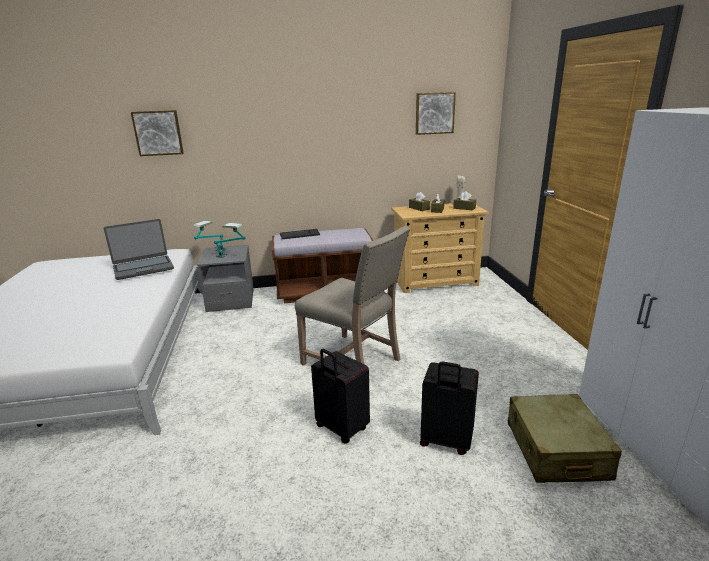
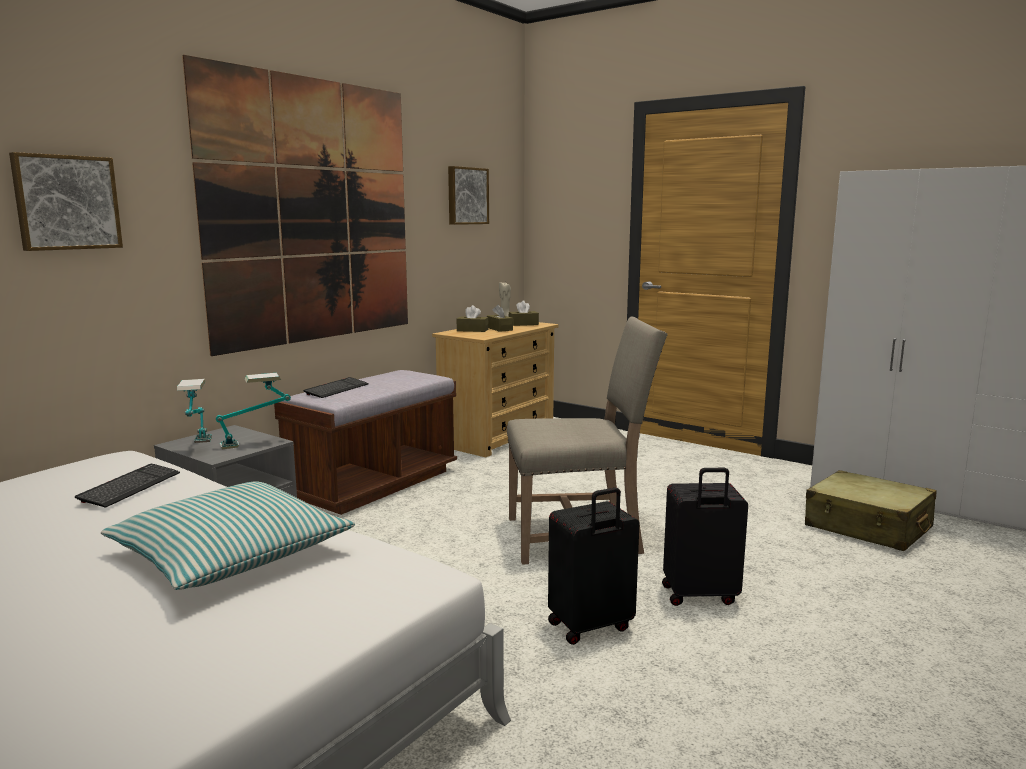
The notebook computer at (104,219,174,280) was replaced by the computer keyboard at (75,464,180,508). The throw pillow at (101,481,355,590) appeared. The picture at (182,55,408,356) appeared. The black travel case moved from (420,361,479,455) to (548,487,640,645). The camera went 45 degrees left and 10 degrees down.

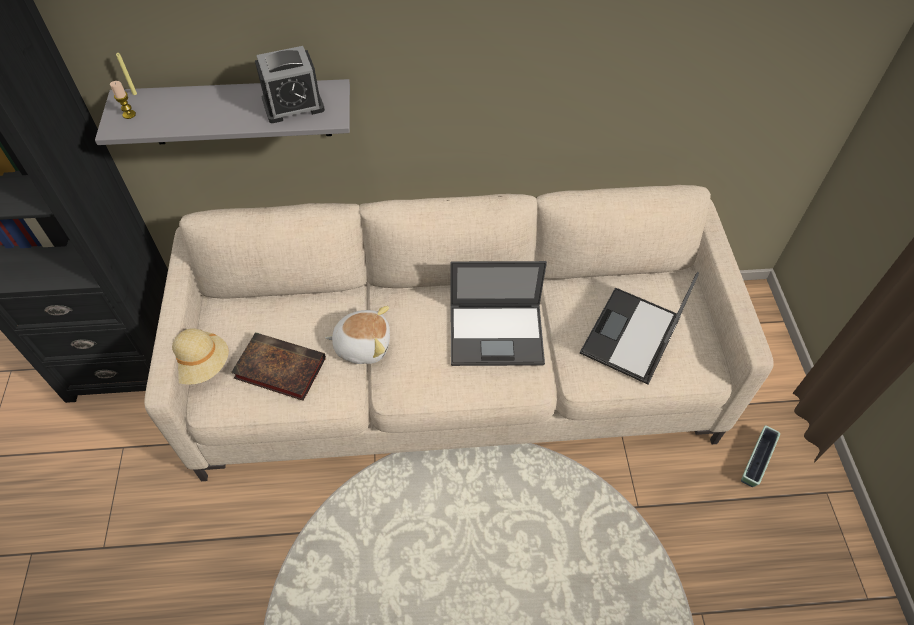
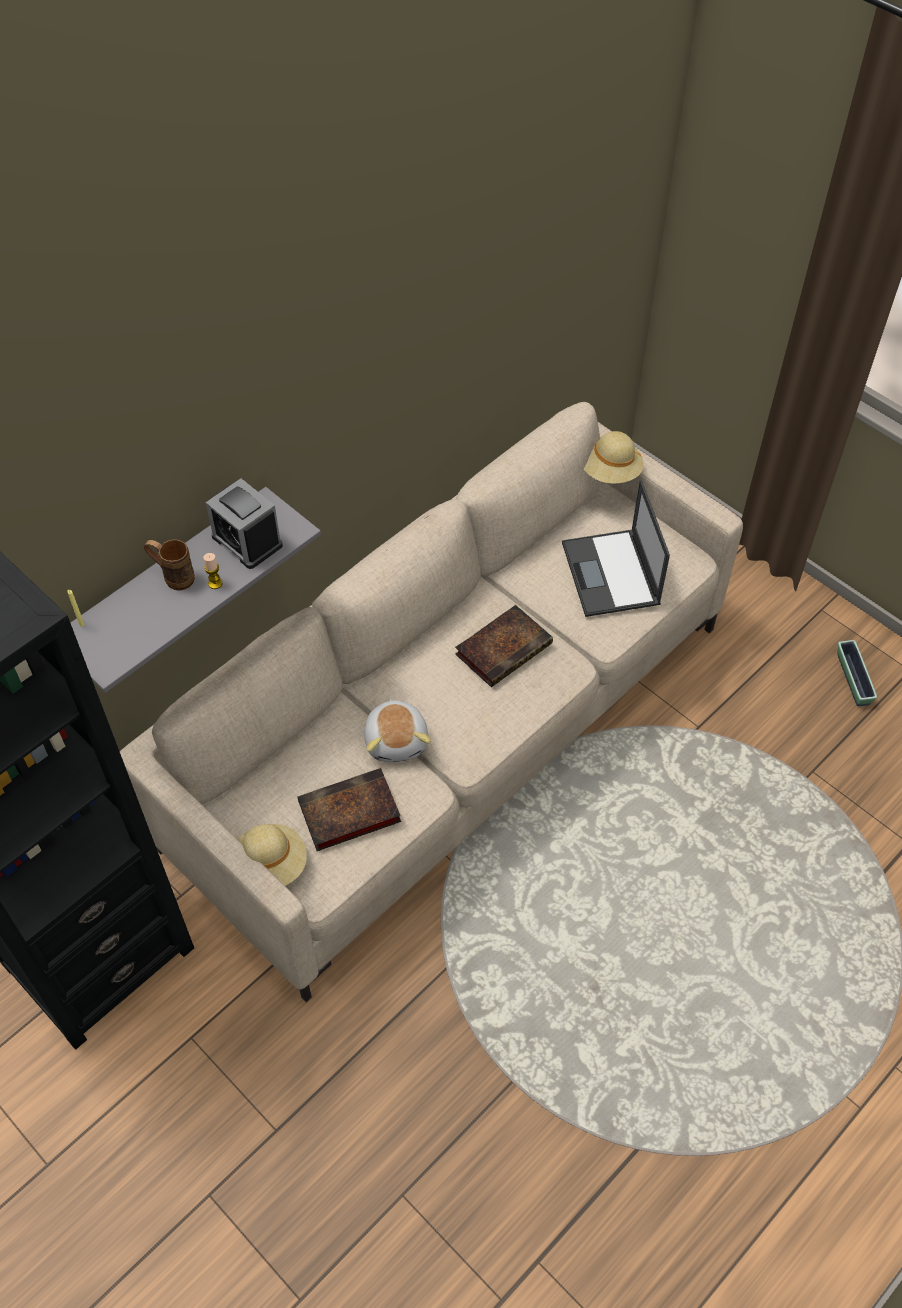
The brownish tea mug at (144,539,195,590) appeared. The candle moved from (110,81,136,119) to (203,553,223,589). The alarm clock at (255,46,325,123) turned 105 degrees clockwise. The soft toy at (325,306,390,364) turned 120 degrees clockwise. The notebook computer at (451,261,547,366) was replaced by the book at (455,605,553,687). The beige-coloured clothing hat at (584,431,644,484) appeared. The planter moved from (741,425,780,487) to (837,640,877,706). The camera went 40 degrees left and 0 degrees up.

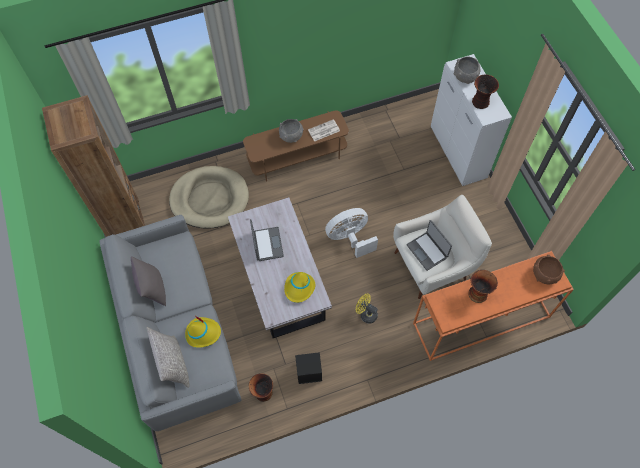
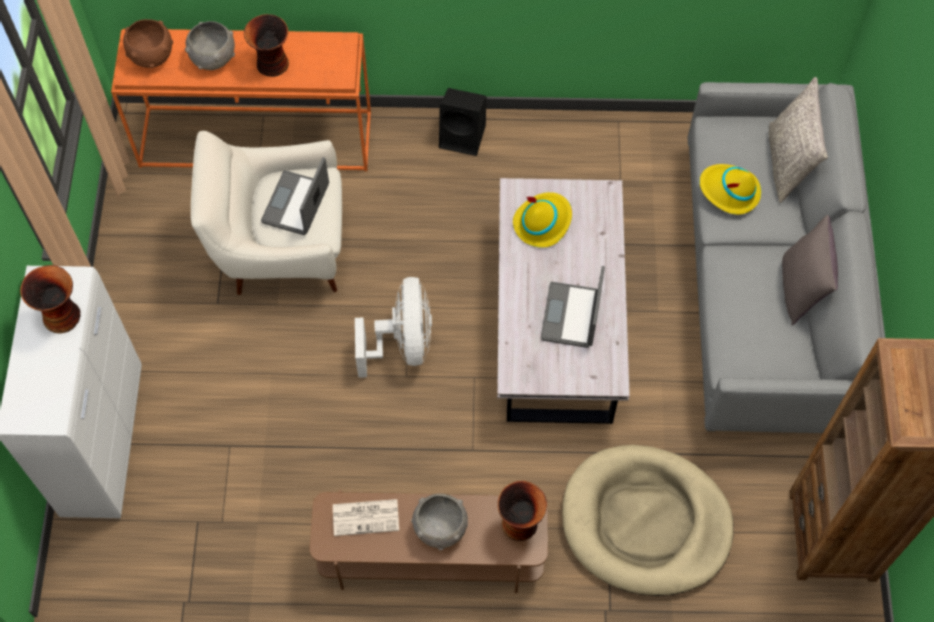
The gray deep dish moved from (453,56,480,84) to (185,21,235,70). The notebook computer at (406,220,452,271) turned 150 degrees counterclockwise. The whitish fan at (325,208,378,258) turned 90 degrees counterclockwise. The black speaker moved from (295,352,322,384) to (439,88,486,156). The vase moved from (249,373,273,402) to (498,481,547,541). The yellowish fan at (356,294,378,324) disappeared. The camera went 160 degrees left and 0 degrees up.

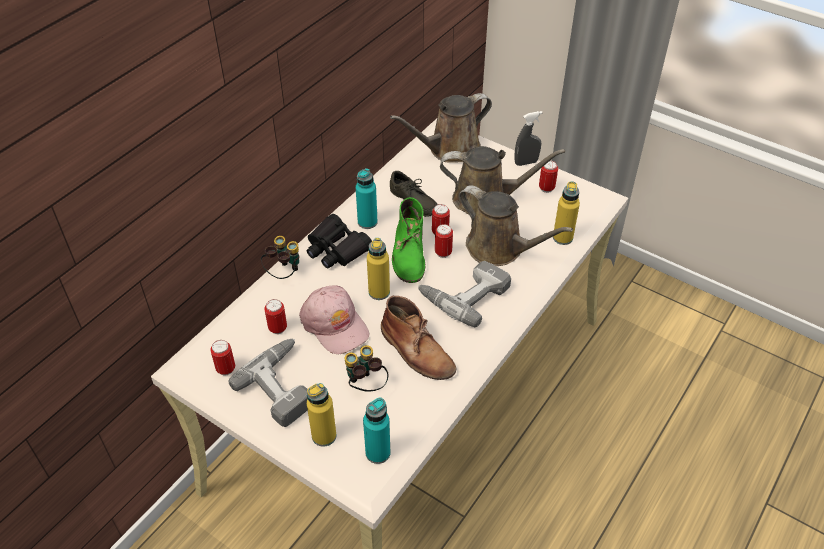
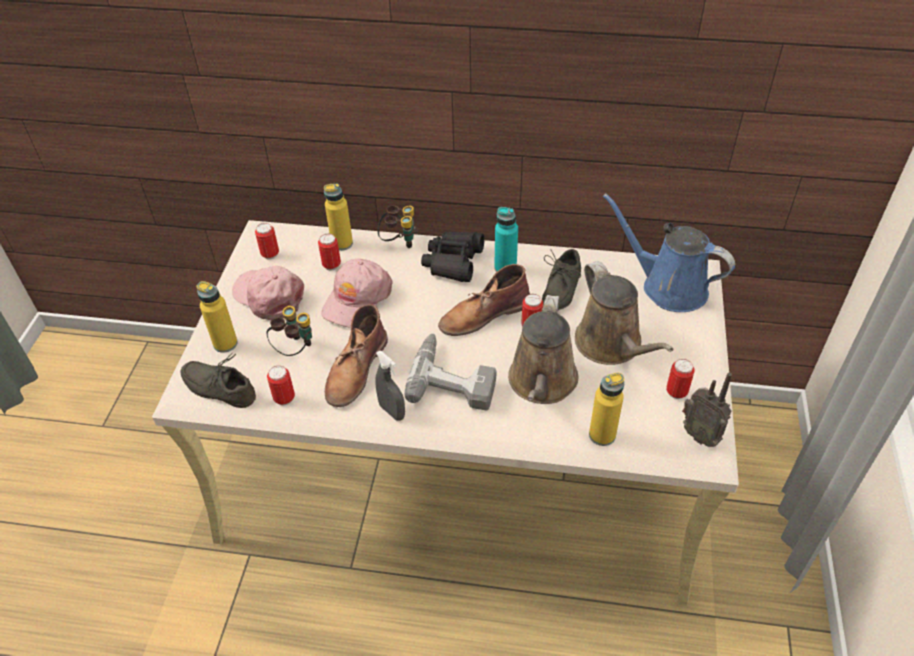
The turquoise drink bottle at (363,398,391,464) was replaced by the gray low shoe at (181,352,256,408). The drill at (228,339,308,427) was replaced by the pink baseball cap at (232,266,304,320). The can moved from (435,224,453,258) to (267,366,295,405). The yellowish drink bottle moved from (367,238,390,300) to (324,183,353,251). The gray sprayer moved from (514,111,542,166) to (375,351,405,421). The greenish high-top boot at (392,197,425,283) became the brownish high-top boot at (438,264,530,336). The brownish sprinkling can at (390,93,492,163) became the blue-coloured sprinkling can at (603,193,735,312). The radio receiver at (682,373,732,447) appeared. The camera went 65 degrees right and 0 degrees up.

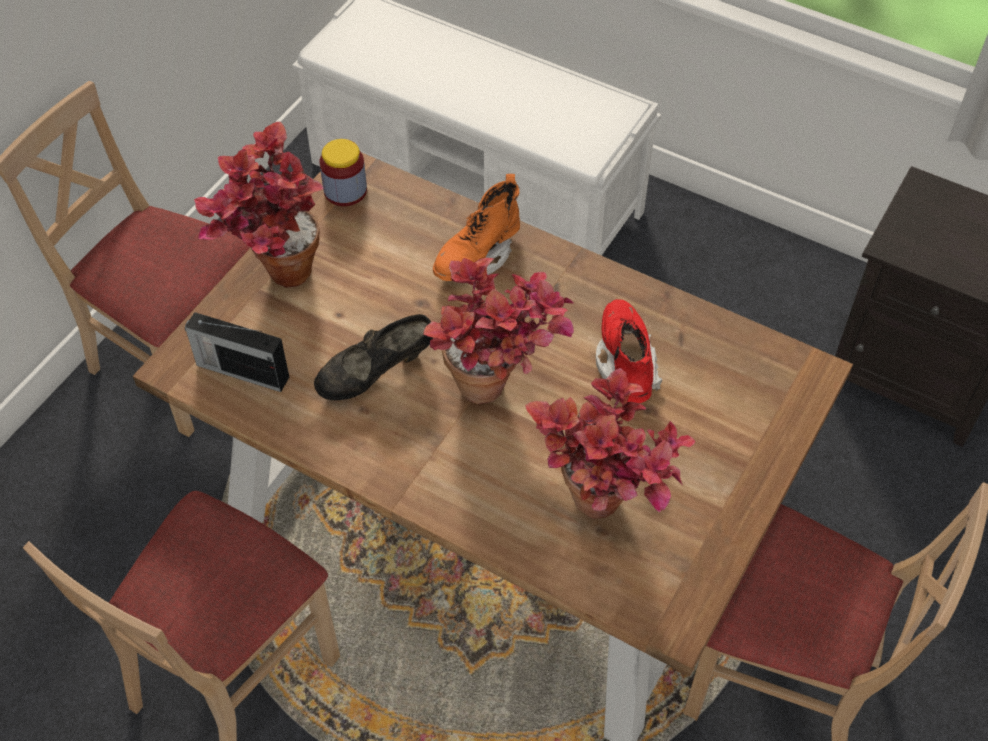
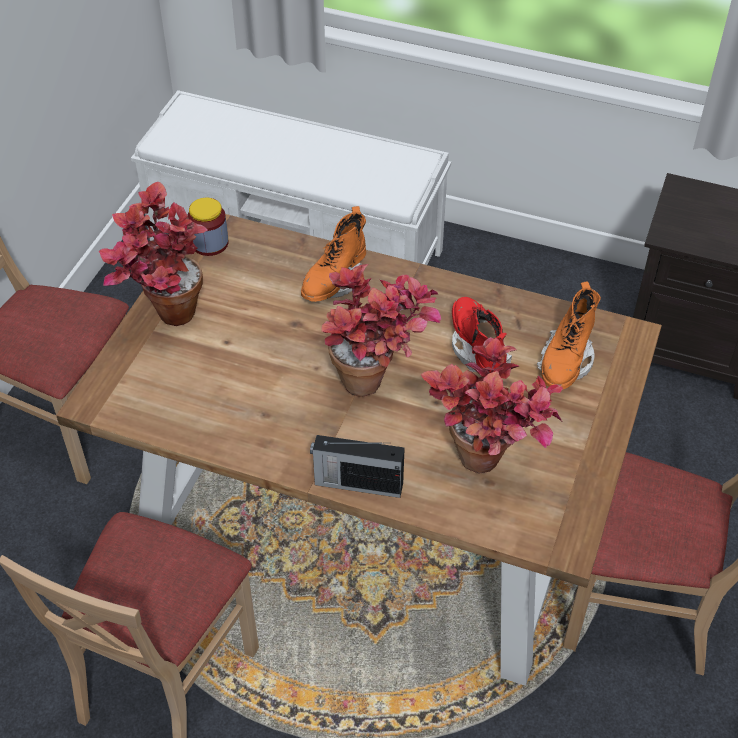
The radio receiver moved from (185,312,289,392) to (310,435,405,498). The orangey high-top boot at (537,281,601,389) appeared. The black low shoe at (314,314,433,401) disappeared. The camera went 10 degrees left and 5 degrees down.

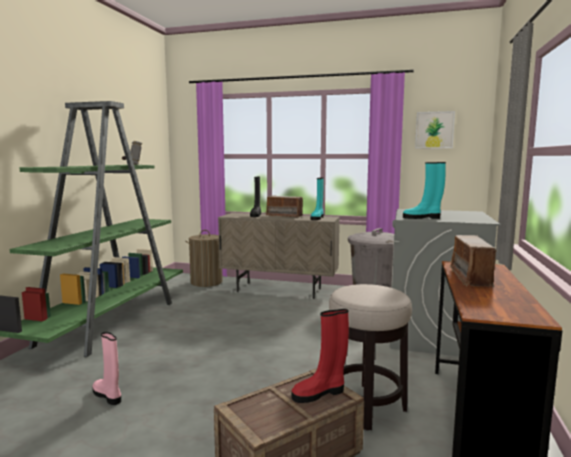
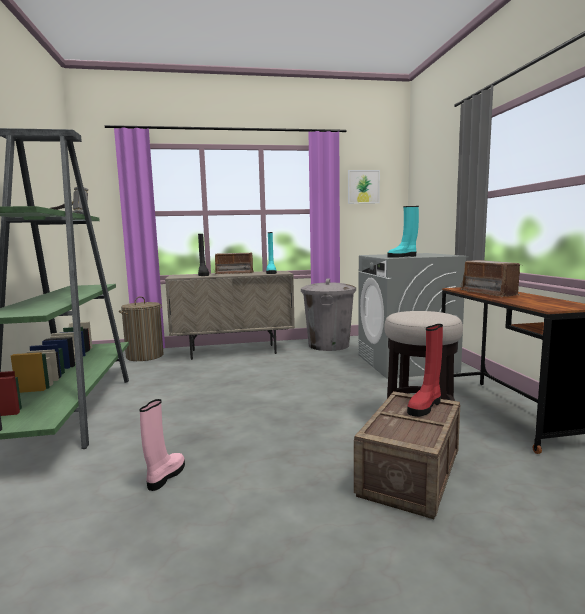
The pink high-top boot at (93,332,121,405) turned 90 degrees clockwise. The camera went 25 degrees left and 0 degrees up.

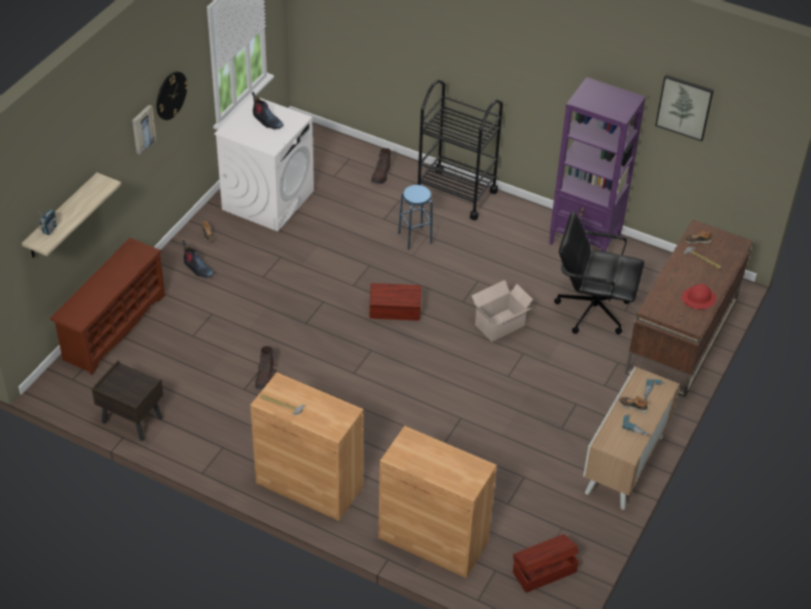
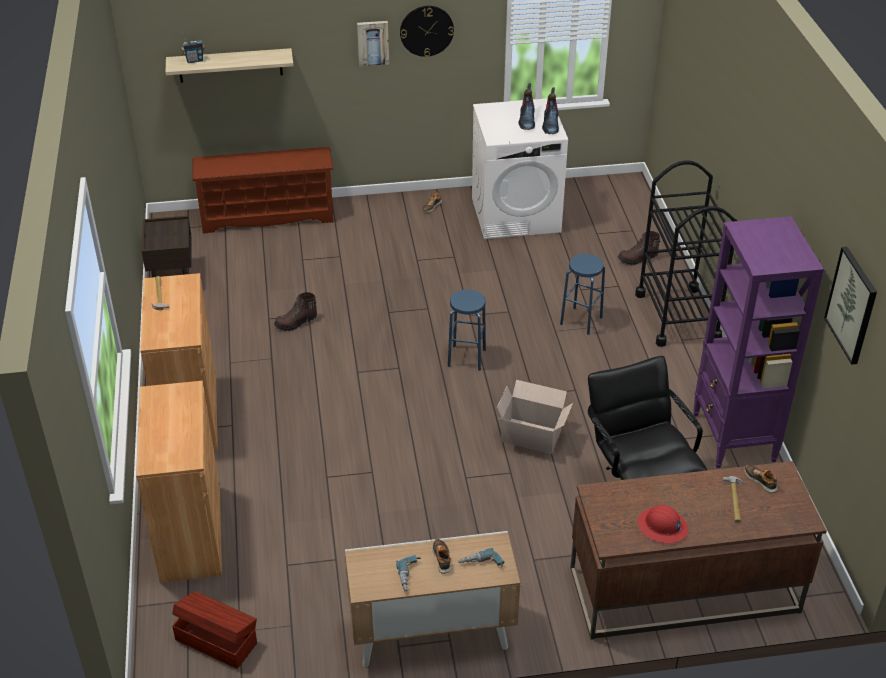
The brownish storage bin at (370,283,422,321) was replaced by the blue-coloured stool seat at (448,289,486,371). The high-top boot moved from (182,240,214,278) to (542,88,559,134). The camera went 55 degrees right and 5 degrees down.

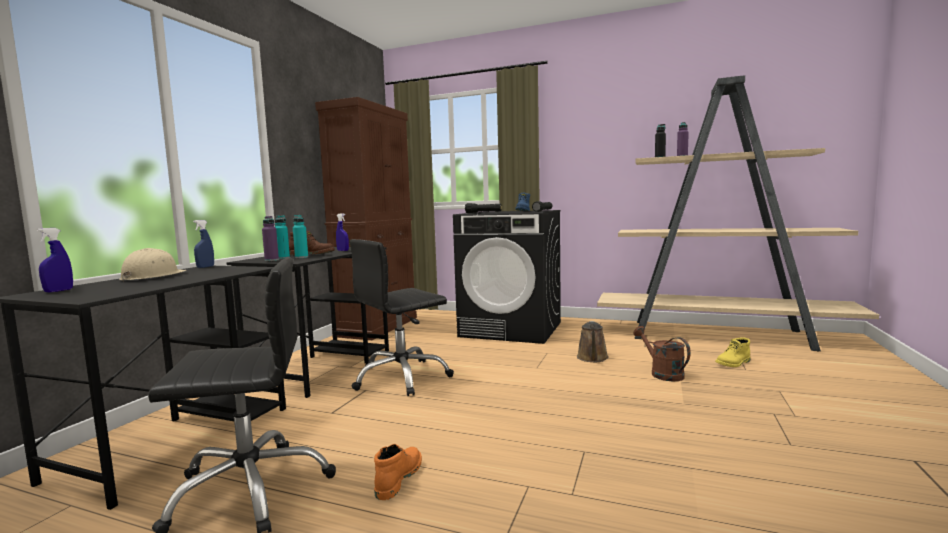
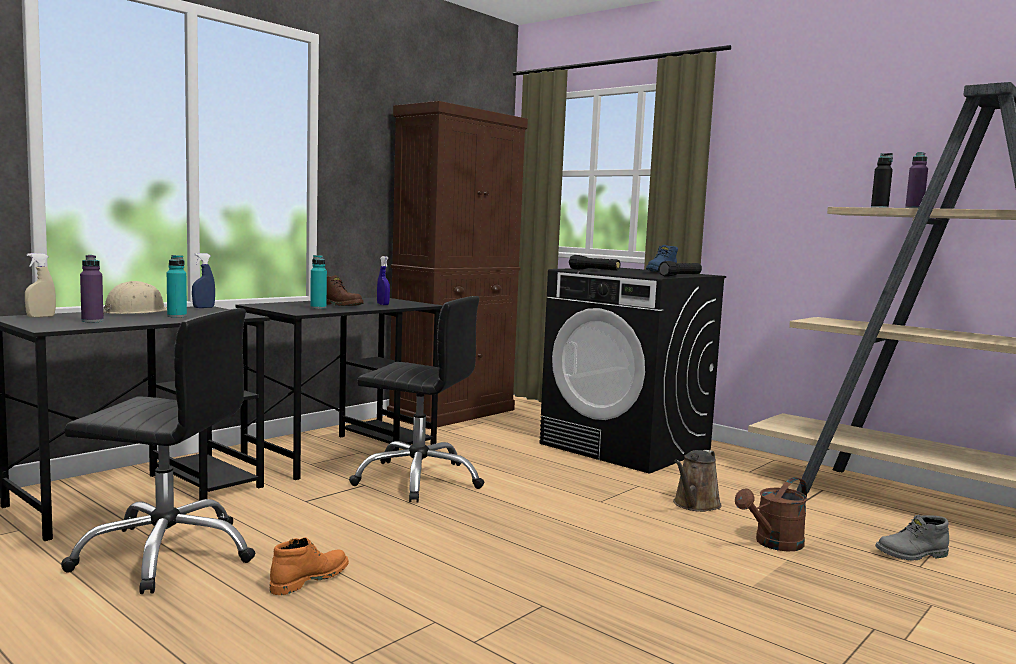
The blue-coloured sprayer at (37,228,73,292) became the beige-coloured sprayer at (25,253,56,318). The purplish drink bottle moved from (262,216,279,261) to (80,255,104,322). The turquoise drink bottle moved from (275,215,290,259) to (167,255,187,318). The black office chair at (349,239,454,396) turned 150 degrees counterclockwise. The brownish sprinkling can at (634,326,691,382) turned 120 degrees counterclockwise. The yellowish high-top boot at (715,337,751,367) became the gray high-top boot at (875,515,949,561). The camera went 20 degrees right and 0 degrees up.

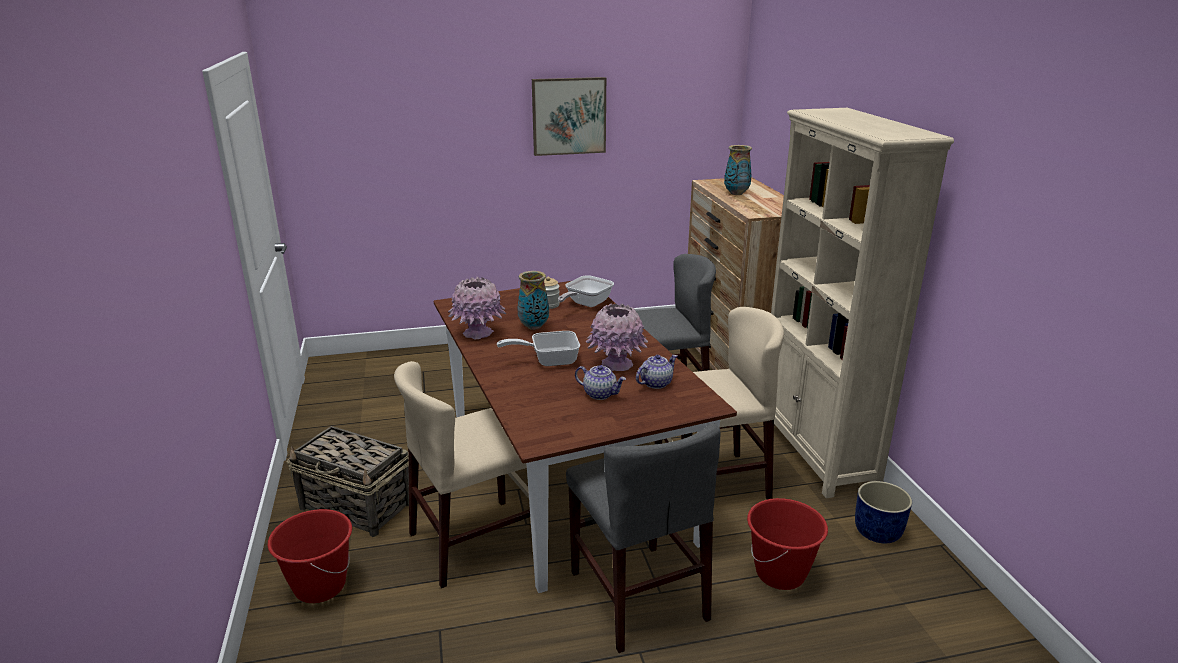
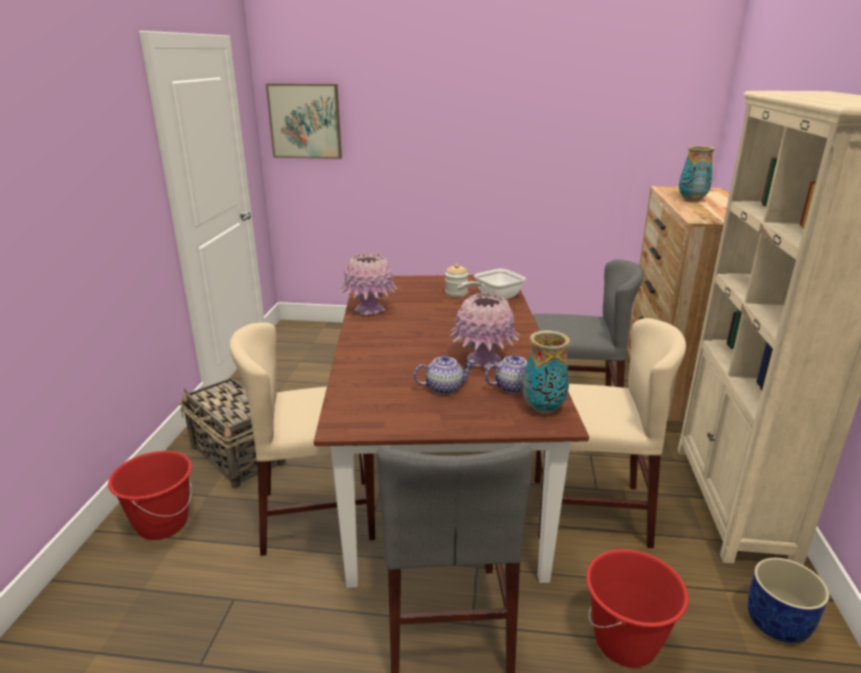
The picture moved from (532,77,606,156) to (266,83,342,159). The tea pot at (575,365,626,400) turned 60 degrees counterclockwise. The vase moved from (517,271,549,330) to (523,330,570,414). The frying pan at (497,331,580,366) disappeared. The camera went 20 degrees right and 0 degrees up.

